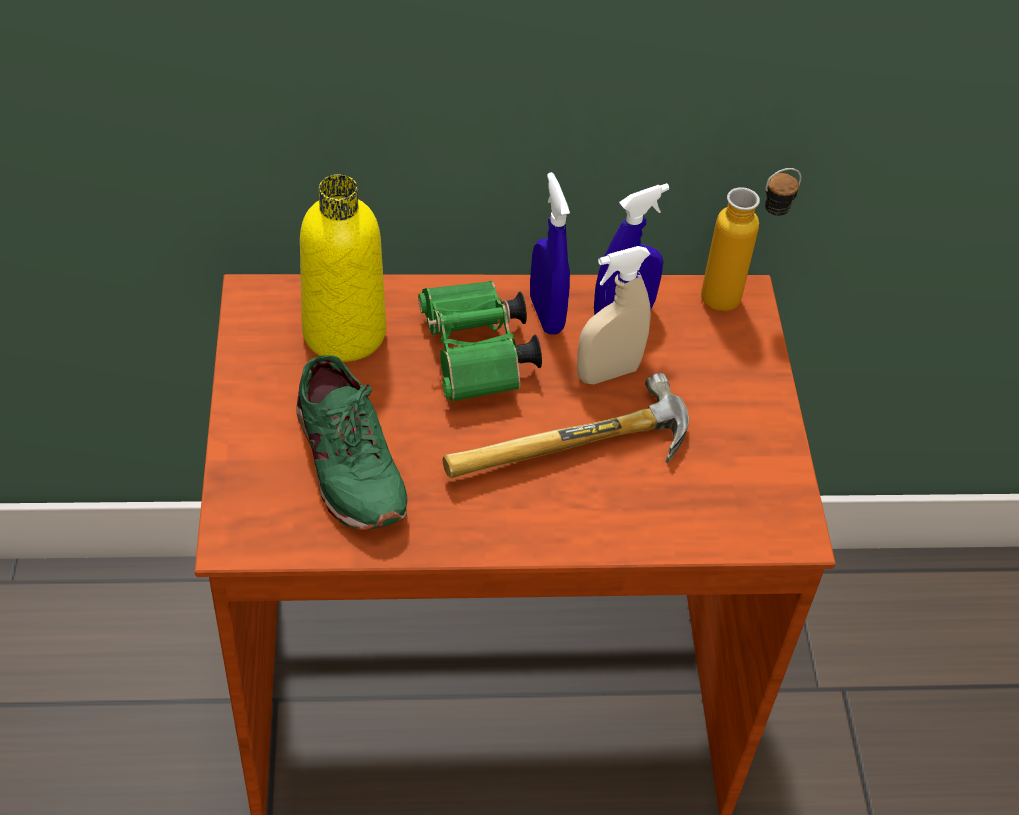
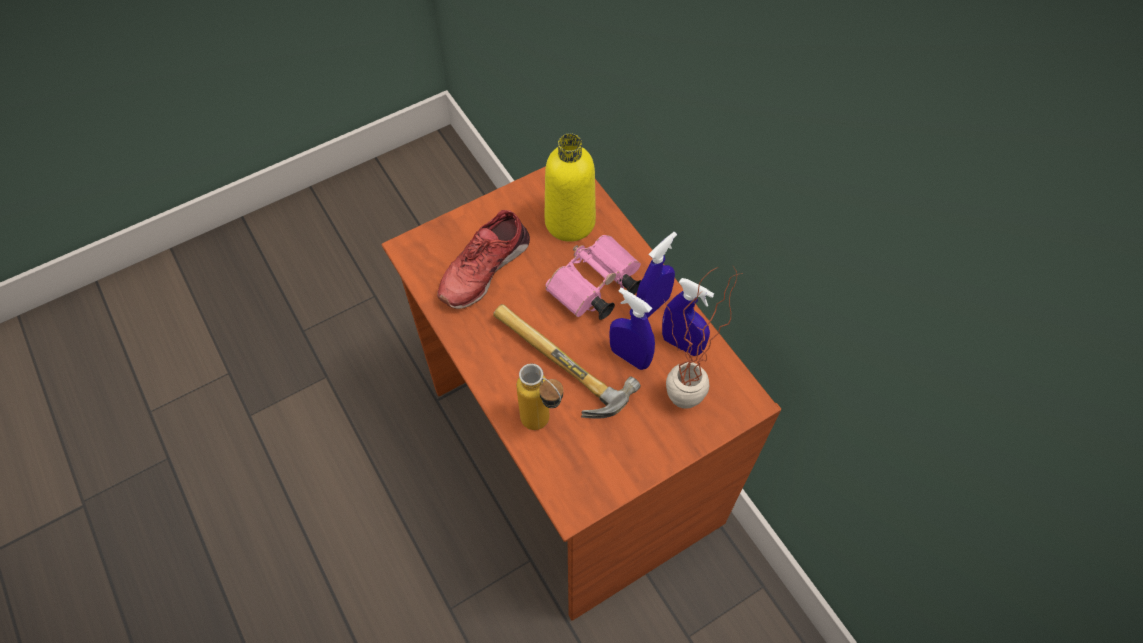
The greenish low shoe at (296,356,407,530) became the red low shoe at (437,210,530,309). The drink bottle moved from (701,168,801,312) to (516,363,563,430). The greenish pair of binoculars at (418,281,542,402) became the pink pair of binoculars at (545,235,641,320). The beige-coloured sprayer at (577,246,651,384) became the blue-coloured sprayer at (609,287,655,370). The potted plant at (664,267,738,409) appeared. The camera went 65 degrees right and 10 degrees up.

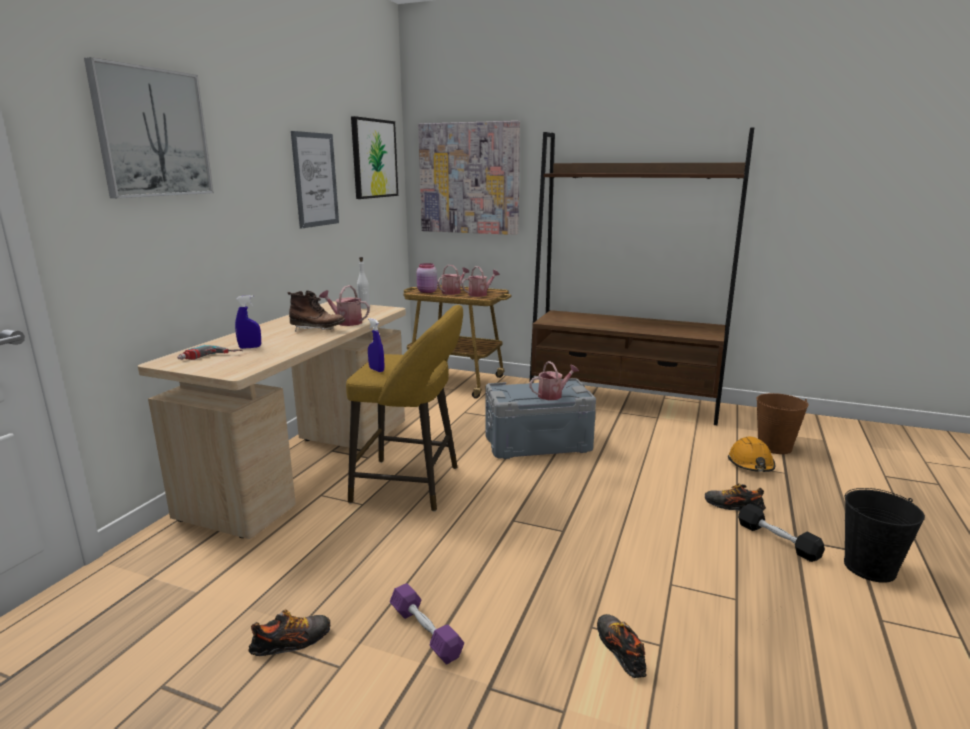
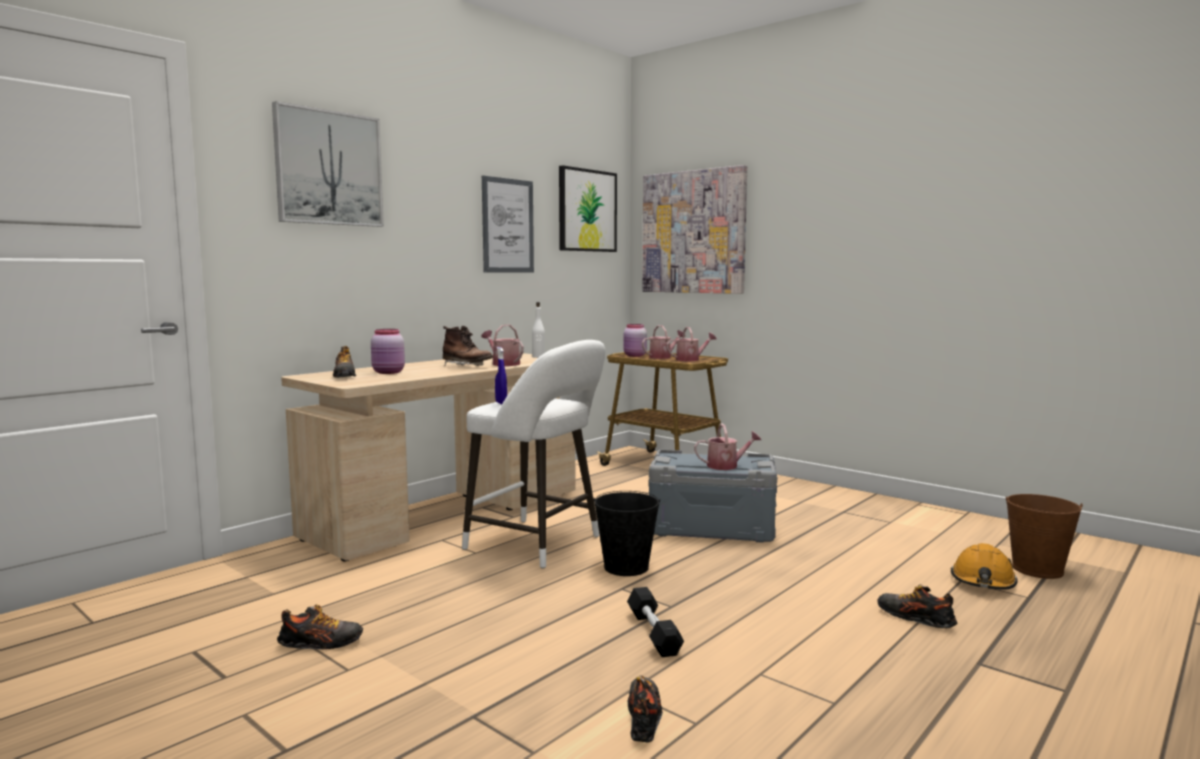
The drill at (177,345,243,360) was replaced by the low shoe at (333,346,356,378). The blue-coloured sprayer at (235,295,261,349) was replaced by the pink jar at (371,329,405,374). The yellowish stool seat at (346,305,463,511) became the whitish stool seat at (462,340,605,568). The black pail moved from (844,488,925,583) to (593,491,660,576). The black dumbbell moved from (738,504,825,562) to (627,587,684,657). The purplish dumbbell at (390,583,464,665) disappeared. The brownish bookcase at (529,128,754,425) disappeared. The camera went 20 degrees right and 10 degrees down.

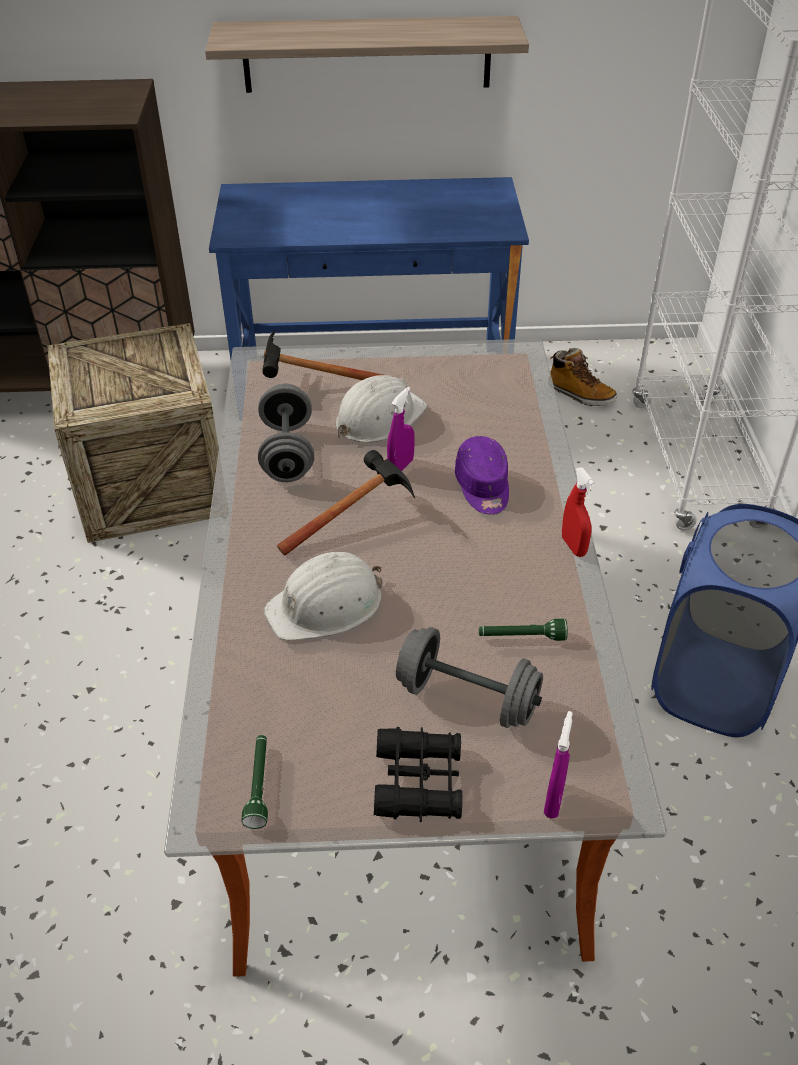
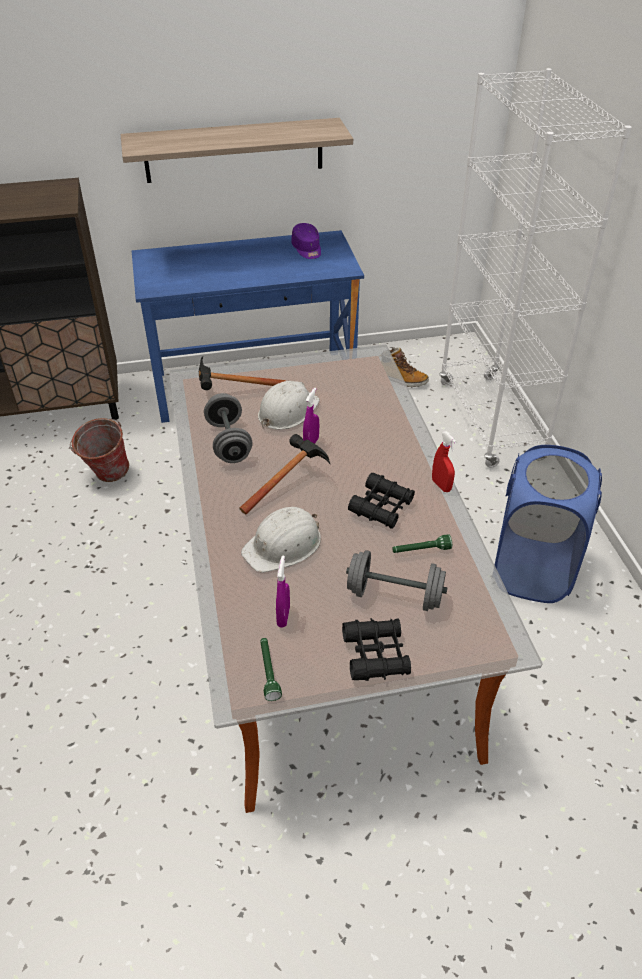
The crate at (47,323,219,543) was replaced by the pail at (70,418,129,482). The purplish sprayer moved from (544,711,573,819) to (276,556,290,628). The purplish baseball cap moved from (455,436,509,514) to (291,223,321,259). The black pair of binoculars at (348,473,415,529) appeared. The camera went 10 degrees left and 0 degrees up.

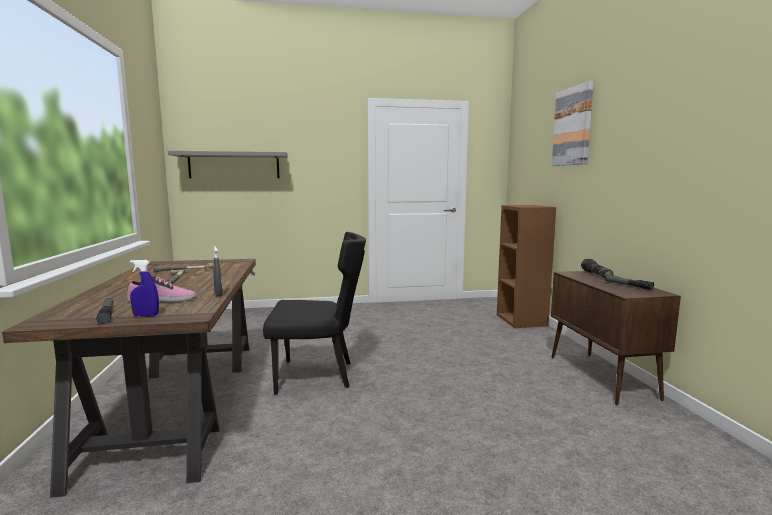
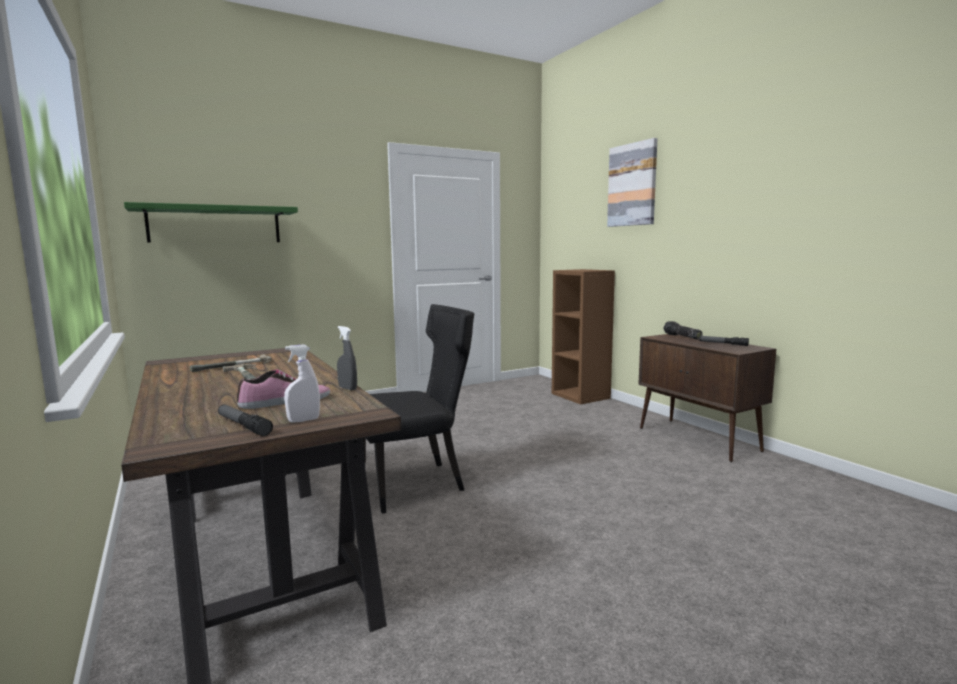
The gray bracket shelf at (168,151,288,178) became the greenish bracket shelf at (124,202,298,242). The blue-coloured sprayer at (130,260,159,317) became the whitish sprayer at (284,344,320,423). The camera went 20 degrees left and 0 degrees up.

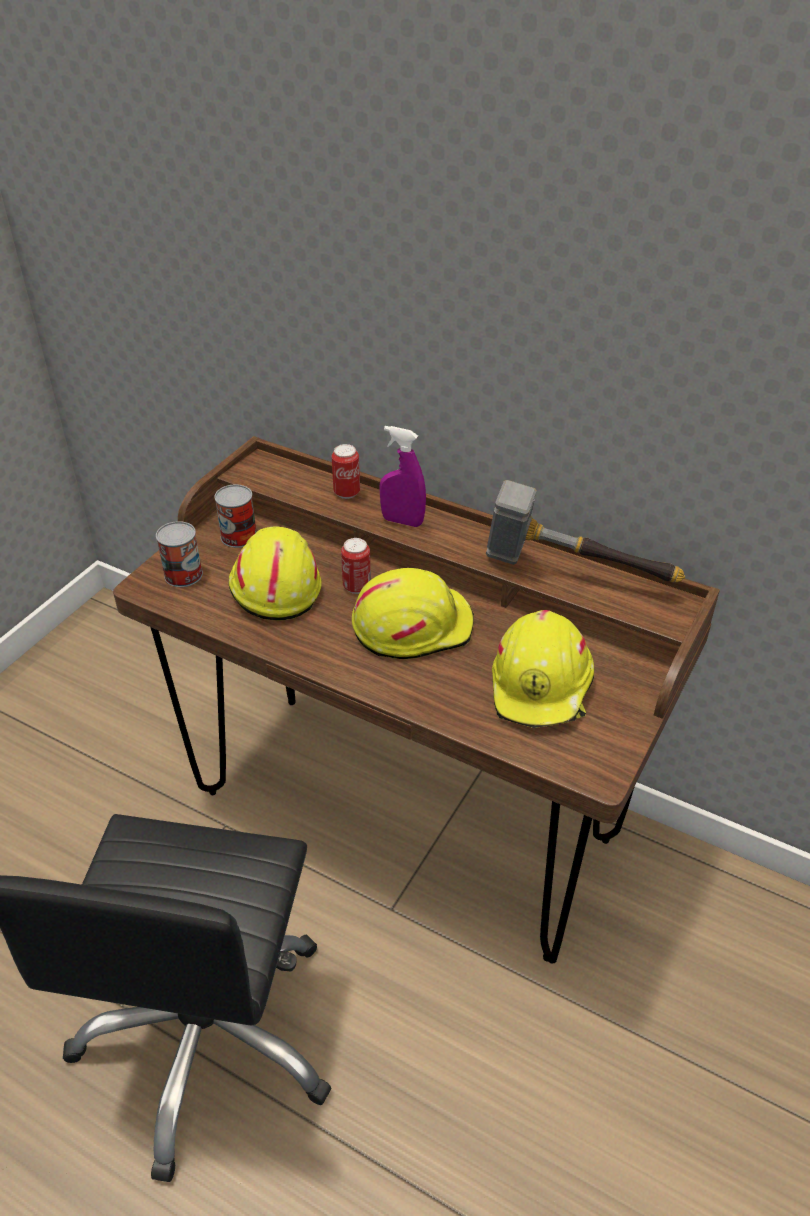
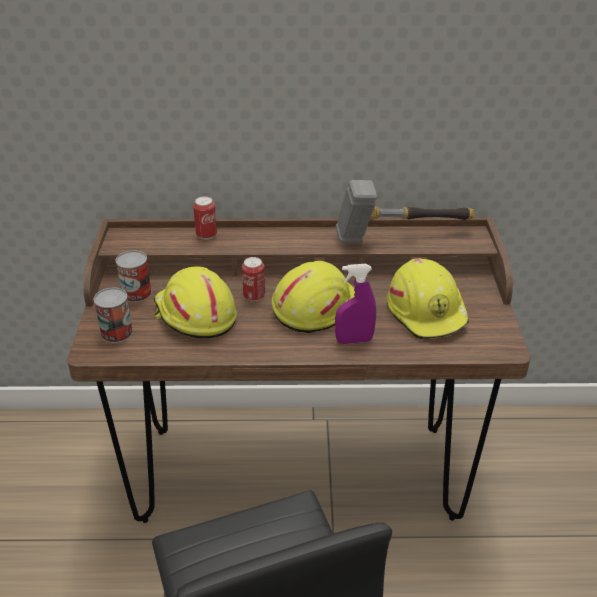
The purplish sprayer moved from (379,426,426,527) to (335,264,376,344). The camera went 30 degrees left and 5 degrees down.

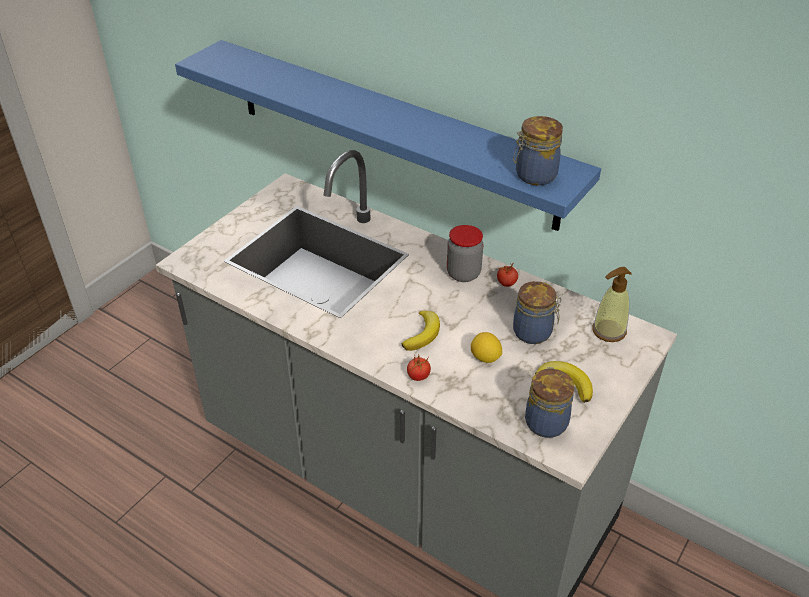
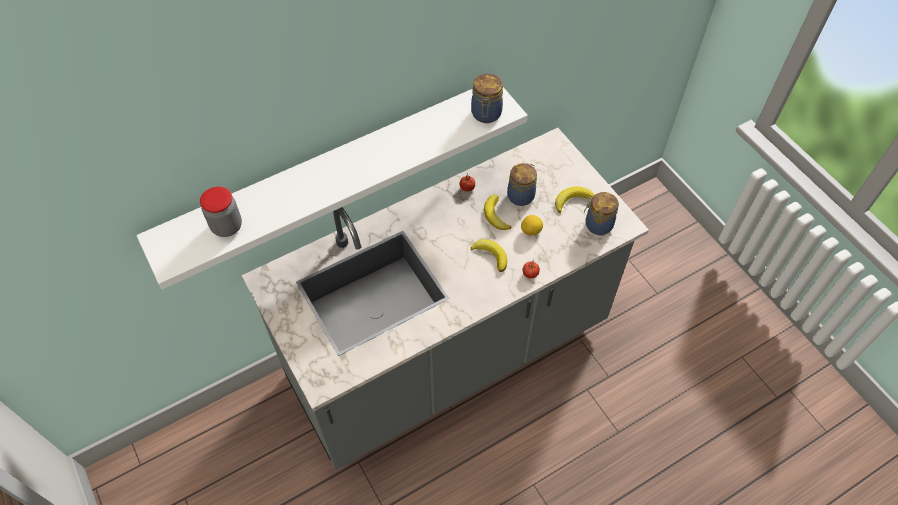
The blue-coloured bracket shelf at (175,40,601,231) became the whitish bracket shelf at (136,87,528,289). The jar moved from (447,225,483,282) to (200,186,242,237). The whole banana at (484,194,512,230) appeared. The soap dispenser at (592,267,632,342) disappeared. The camera went 65 degrees left and 15 degrees up.

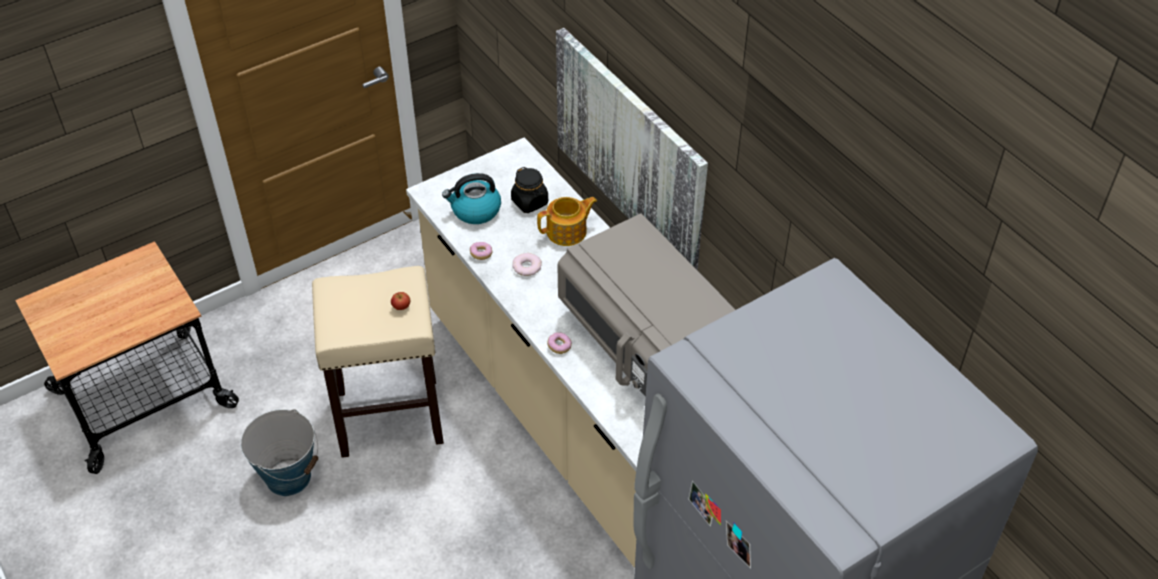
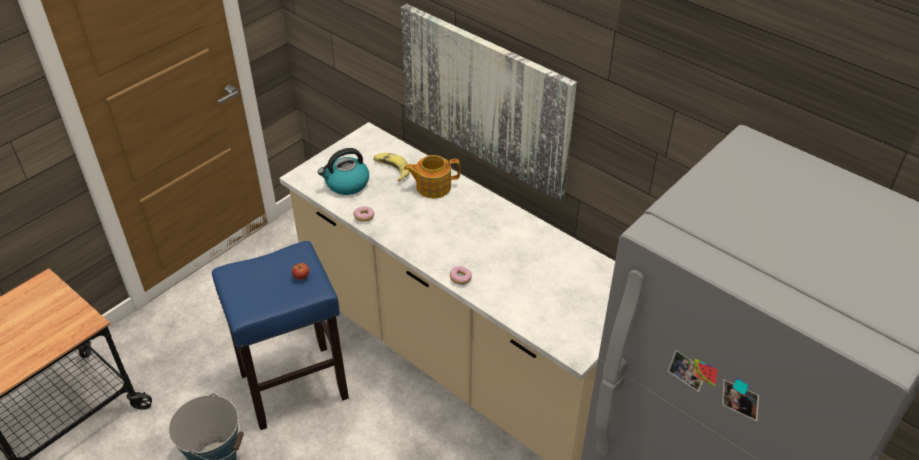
The beige-coloured stool seat at (312,266,444,458) became the blue-coloured stool seat at (212,241,349,430). The black jar at (511,167,548,213) was replaced by the whole banana at (373,153,410,181). The tea pot at (537,197,597,246) turned 150 degrees counterclockwise. The doughnut at (512,253,542,276) disappeared. The gray microwave at (557,214,735,396) disappeared. The camera went 15 degrees left and 5 degrees down.

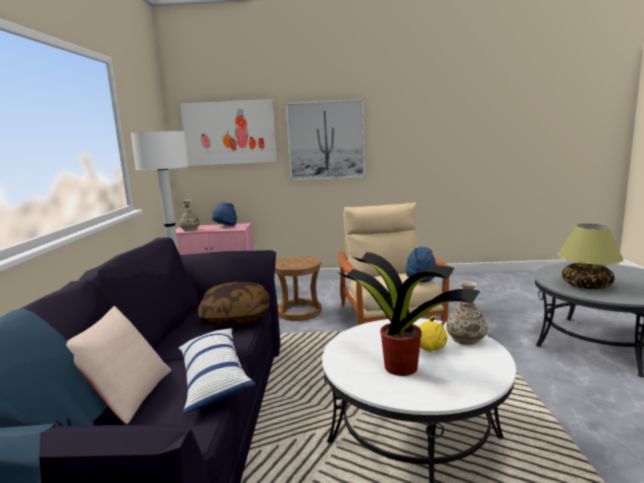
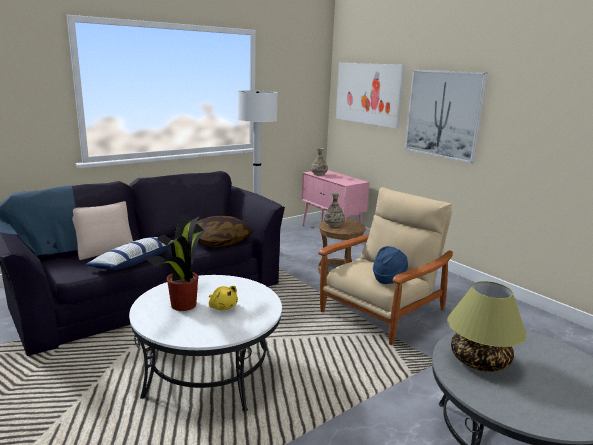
The vase moved from (446,281,487,345) to (324,192,345,227). The blue-coloured clothing hat at (212,203,237,226) disappeared. The camera went 50 degrees right and 5 degrees up.

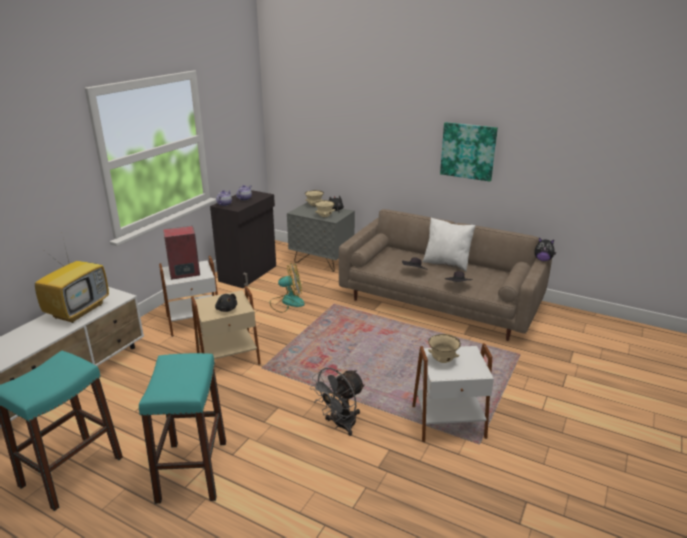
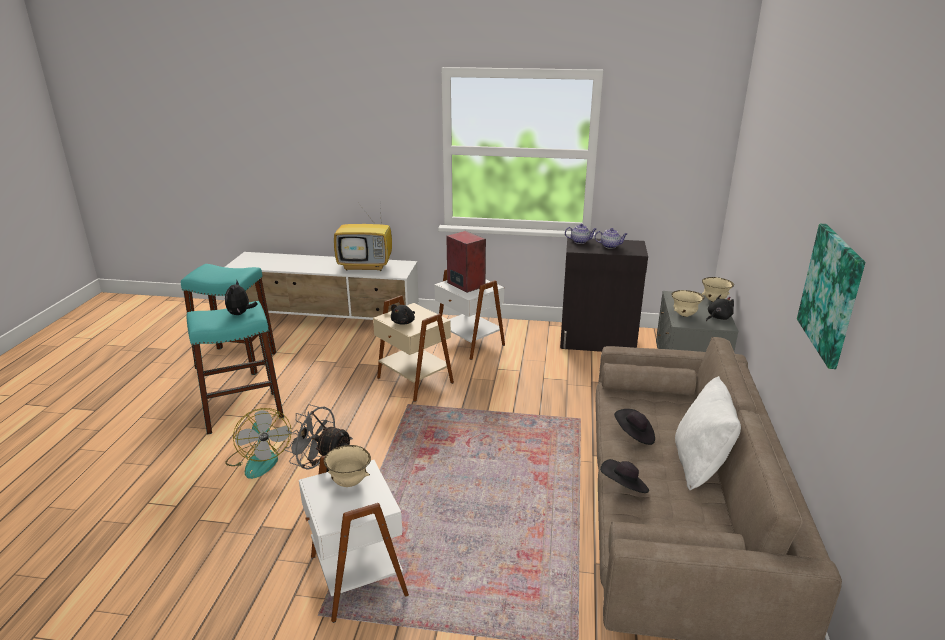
The soft toy moved from (534,238,556,261) to (225,279,258,315). The fan moved from (270,263,305,313) to (225,408,292,479). The camera went 70 degrees right and 0 degrees up.

